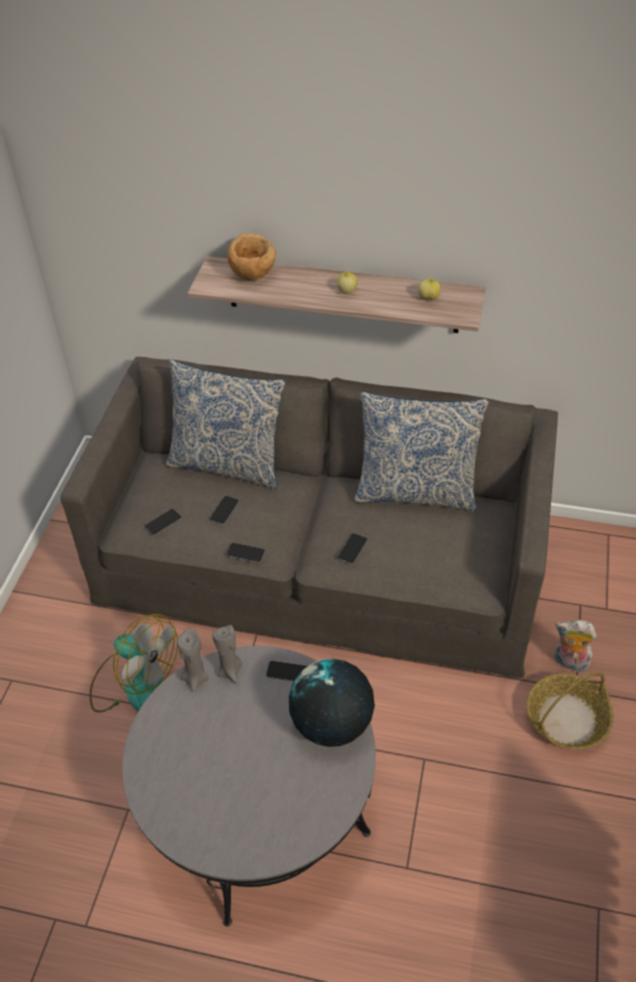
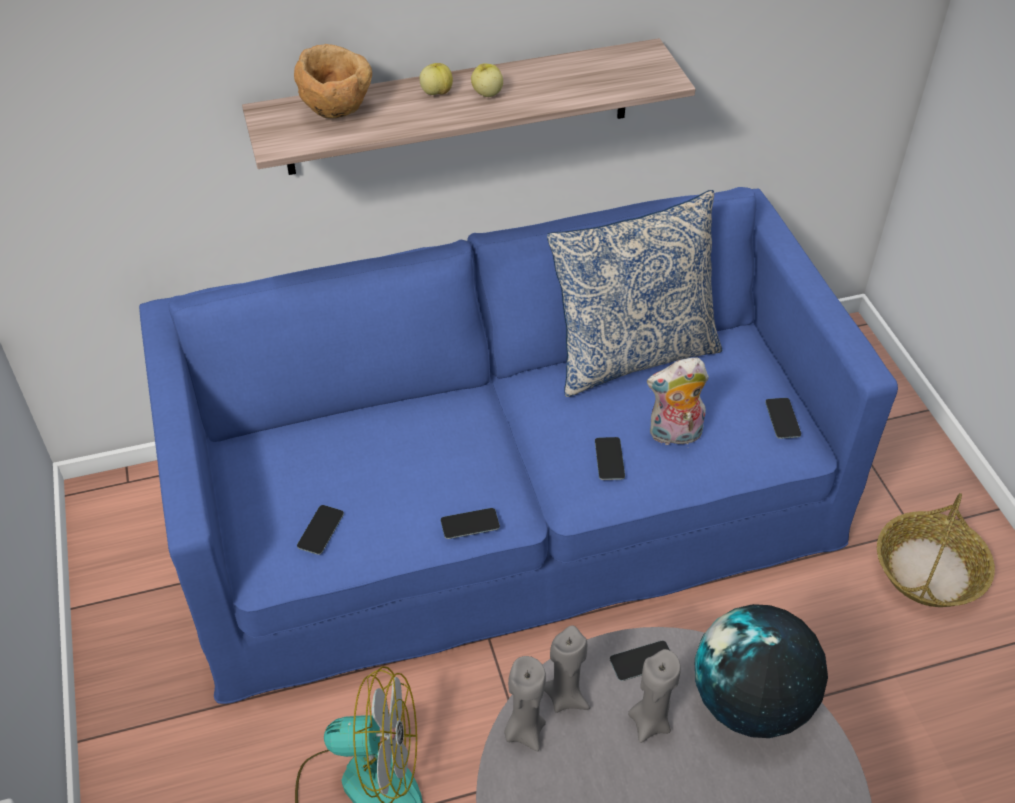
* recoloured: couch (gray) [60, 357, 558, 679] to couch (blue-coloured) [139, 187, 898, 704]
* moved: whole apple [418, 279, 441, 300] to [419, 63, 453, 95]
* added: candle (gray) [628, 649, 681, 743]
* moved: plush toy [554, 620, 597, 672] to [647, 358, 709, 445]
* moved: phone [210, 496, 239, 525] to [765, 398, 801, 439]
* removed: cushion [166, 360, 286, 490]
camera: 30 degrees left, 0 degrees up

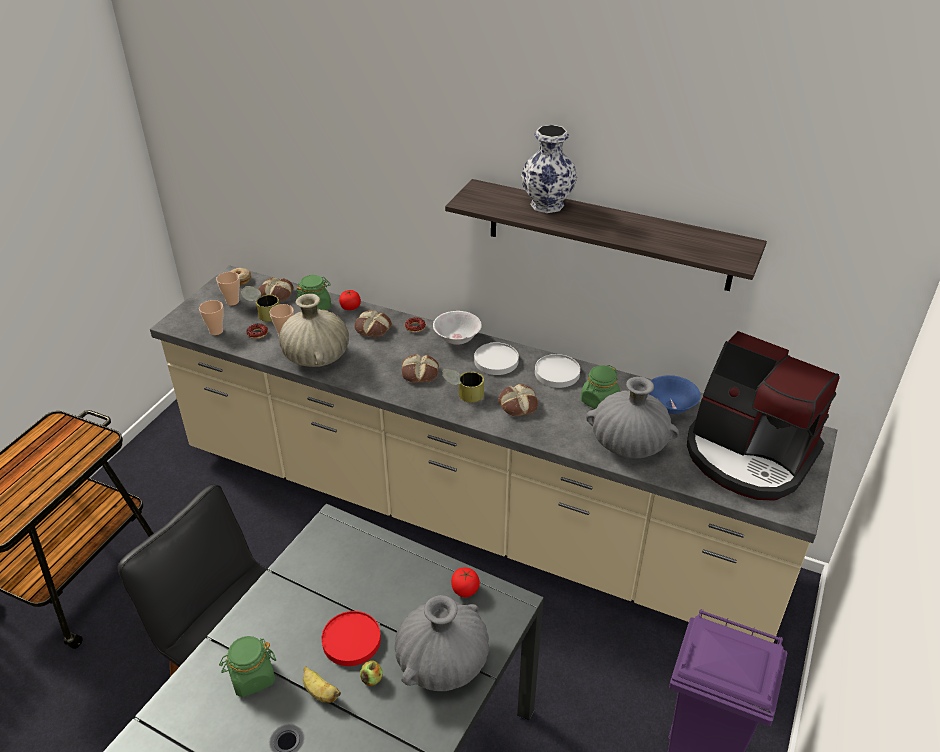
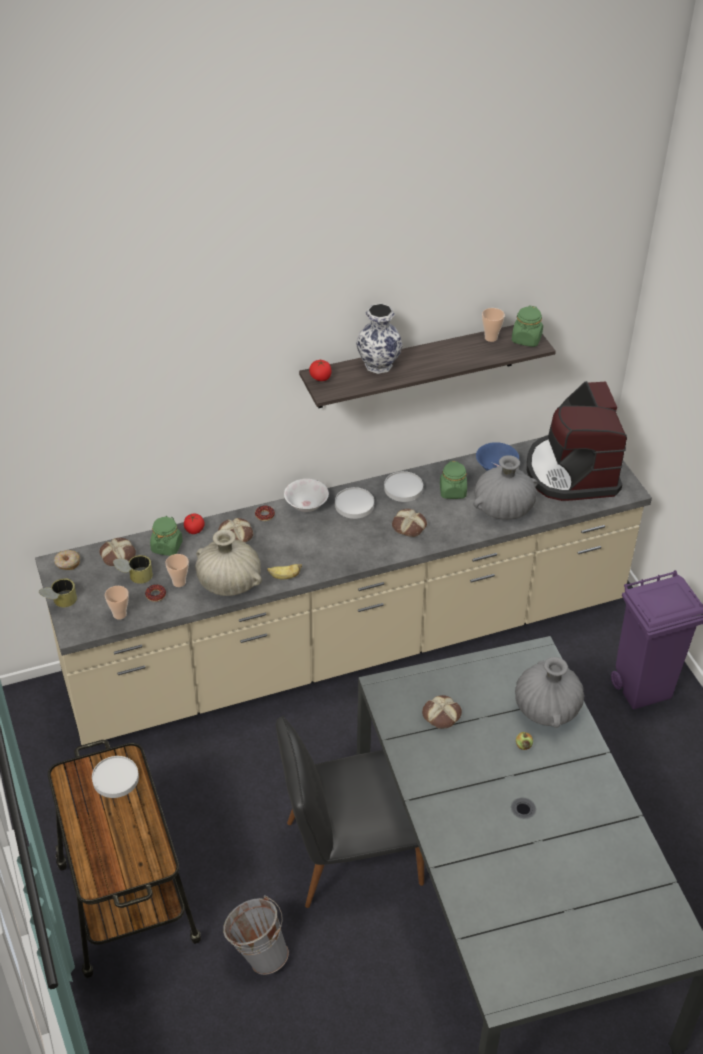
* moved: metal can [442, 369, 484, 403] to [39, 578, 77, 607]
* added: plate (white-coloured) [92, 756, 139, 798]
* added: bucket (gray) [223, 895, 289, 975]
* moved: whole banana [303, 666, 341, 703] to [267, 564, 302, 579]
* moved: whole tomato [451, 567, 480, 597] to [309, 360, 331, 381]
* moved: bakery bread [402, 354, 439, 383] to [422, 695, 462, 729]
* moved: small cup [216, 272, 240, 306] to [482, 308, 505, 342]
* moved: preserve jar (green-coloured) [219, 636, 276, 697] to [512, 305, 543, 347]
* turned: coffee brewer [687, 331, 839, 501] = [527, 381, 627, 501] 90 degrees clockwise
* removed: plate (reddish) [321, 611, 381, 666]
camera: 45 degrees left, 5 degrees up

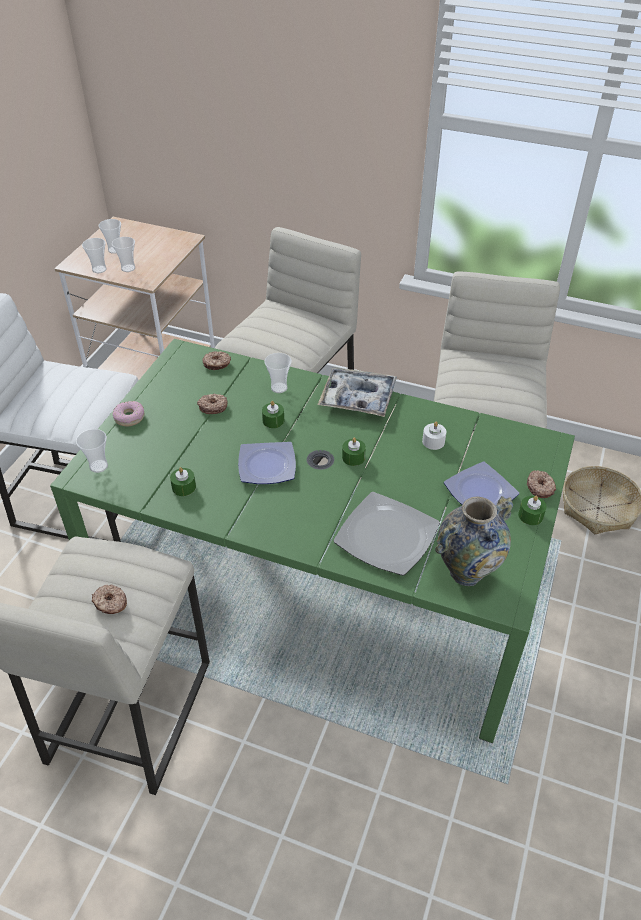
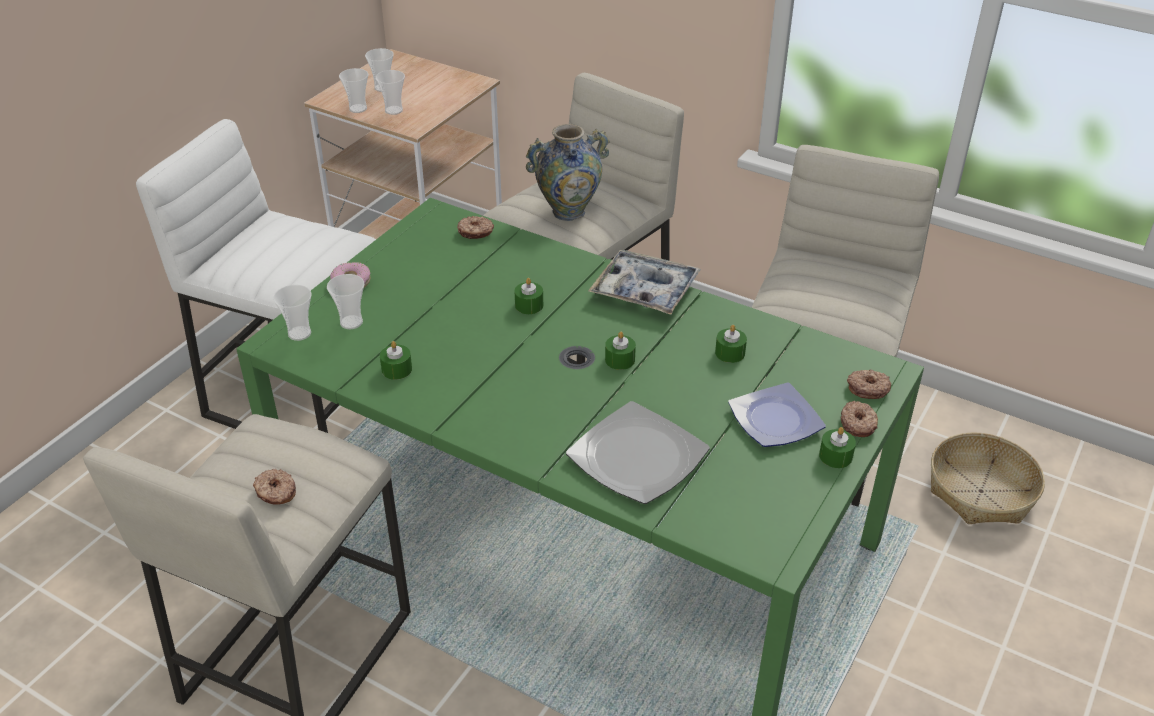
* moved: small cup [264, 353, 292, 393] to [327, 274, 364, 329]
* moved: flower vase [435, 496, 513, 586] to [526, 124, 610, 221]
* recoloured: candle (white-coloured) [422, 422, 446, 450] to candle (green-coloured) [715, 325, 747, 363]
* moved: doughnut [197, 394, 227, 414] to [847, 369, 891, 399]
* removed: plate [238, 442, 296, 484]
camera: 10 degrees right, 5 degrees down

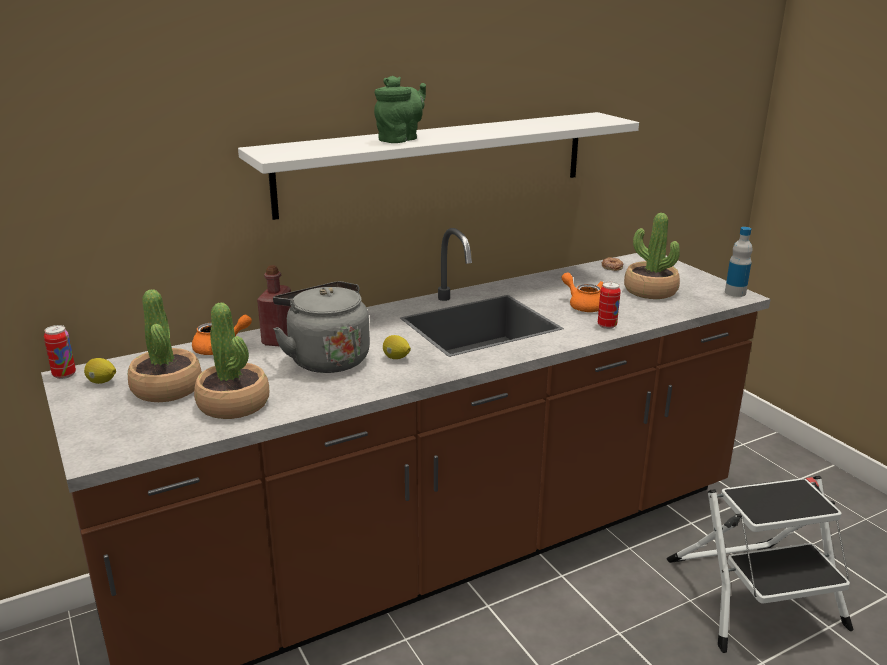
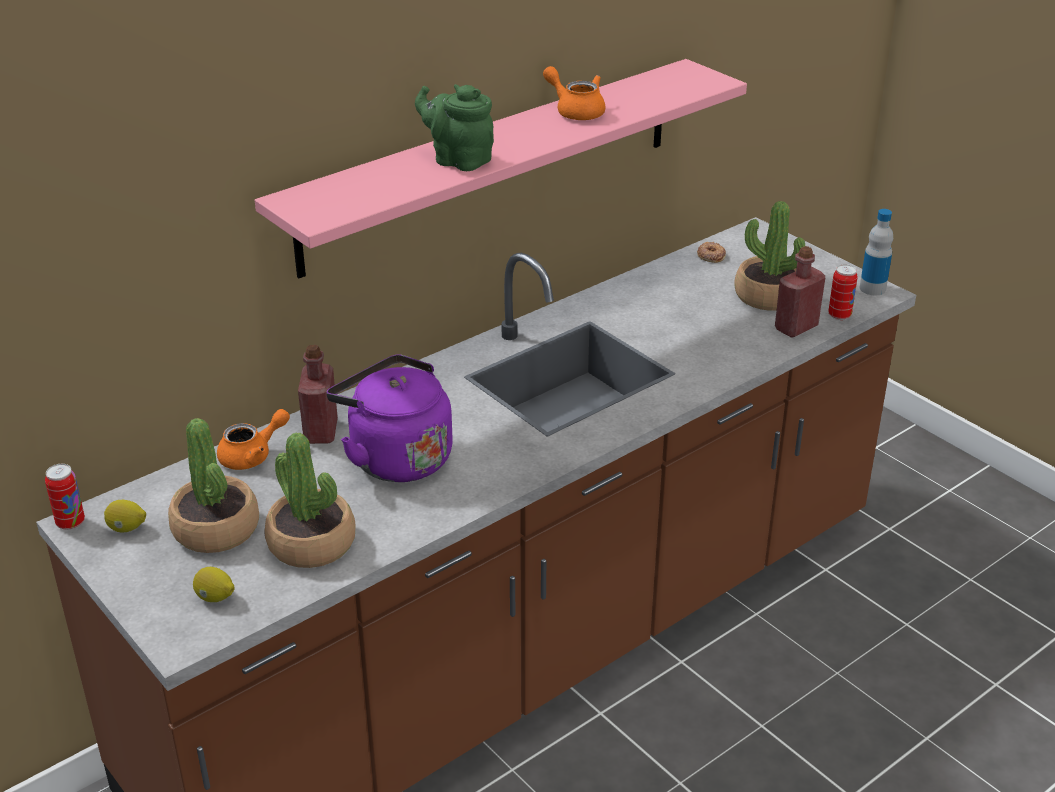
* moved: lemon [383, 335, 411, 359] to [193, 567, 234, 602]
* recoloured: bracket shelf (white-coloured) [238, 112, 639, 220] to bracket shelf (pinkish) [255, 59, 747, 278]
* recoloured: tea kettle (gray) [273, 281, 370, 373] to tea kettle (purplish) [326, 354, 453, 482]
* turned: tea pot (green-coloured) [374, 76, 426, 143] = [415, 84, 494, 171] 90 degrees counterclockwise
* moved: tea pot (orange-coloured) [561, 273, 603, 312] to [543, 66, 605, 120]
* added: beverage bottle (reddish) [775, 246, 825, 338]
* moved: metal can [598, 282, 621, 329] to [828, 264, 858, 320]
* removed: stepladder [666, 476, 853, 653]
camera: 10 degrees left, 10 degrees up

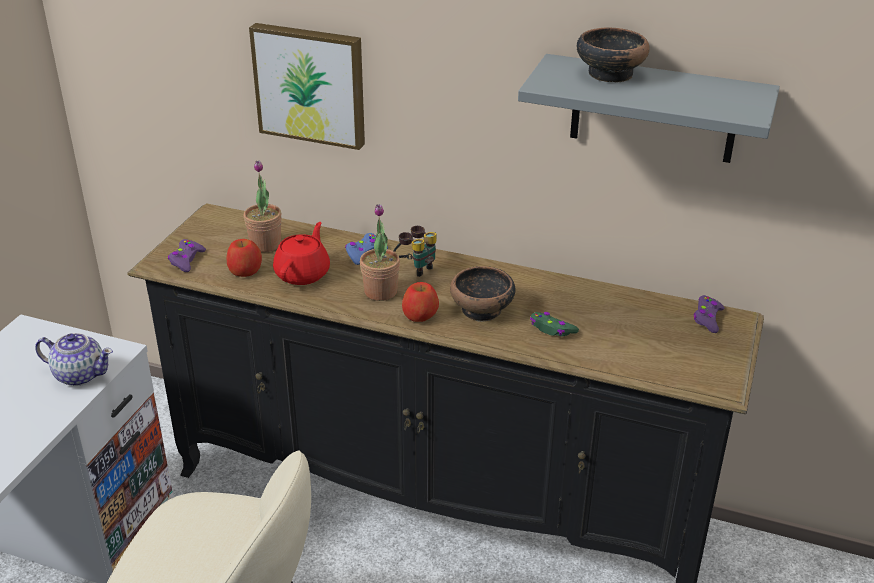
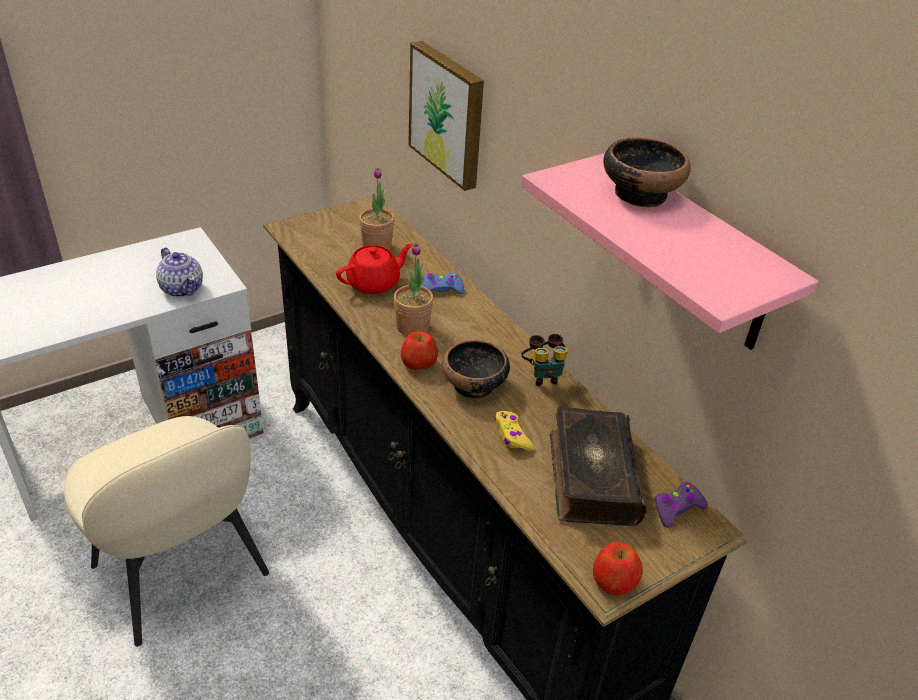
* recoloured: game controller (green-coloured) [530, 312, 579, 337] to game controller (yellow-coloured) [494, 411, 534, 451]
* recoloured: bracket shelf (gray) [518, 54, 780, 163] to bracket shelf (pinkish) [521, 153, 819, 350]
* moved: pair of binoculars [393, 226, 437, 277] to [521, 334, 568, 386]
* added: volume [550, 406, 646, 526]
* moved: whole apple [227, 239, 262, 277] to [593, 542, 643, 596]
* removed: game controller (purplish) [168, 239, 206, 272]
camera: 35 degrees right, 5 degrees up

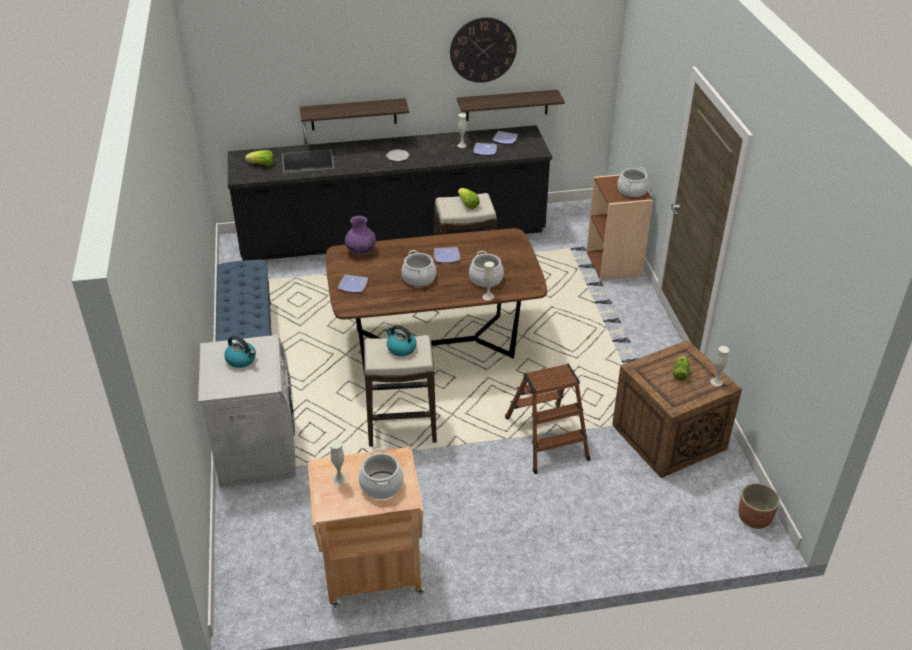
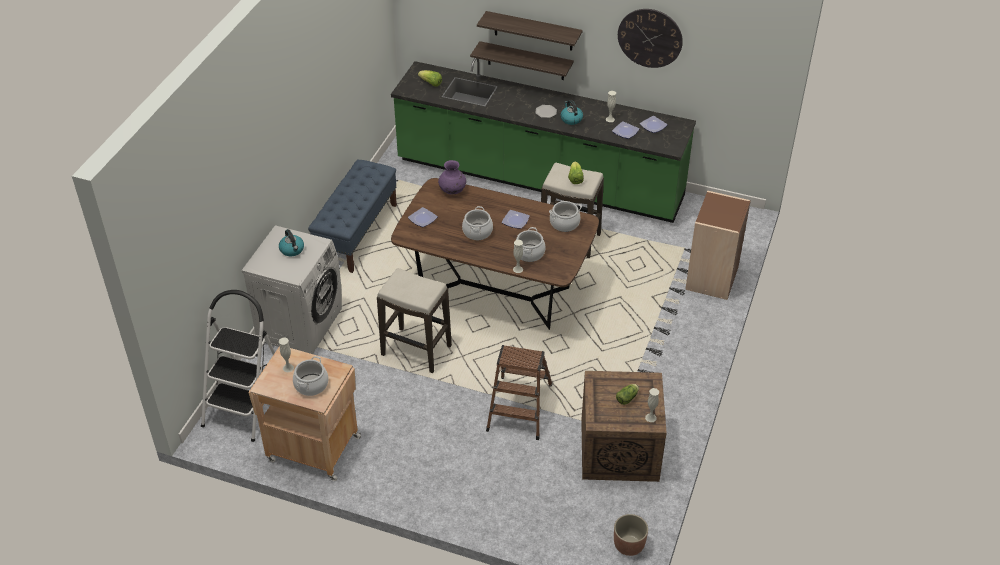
* added: stepladder [201, 290, 275, 442]
* recoloured: counter (blackish) [228, 122, 552, 261] to counter (green-coloured) [391, 58, 696, 223]
* moved: bracket shelf [457, 90, 565, 121] to [477, 11, 583, 51]
* moved: cooking pot [617, 167, 649, 198] to [549, 201, 582, 232]
* moved: tea kettle [385, 325, 417, 356] to [561, 100, 583, 125]
camera: 30 degrees right, 5 degrees up

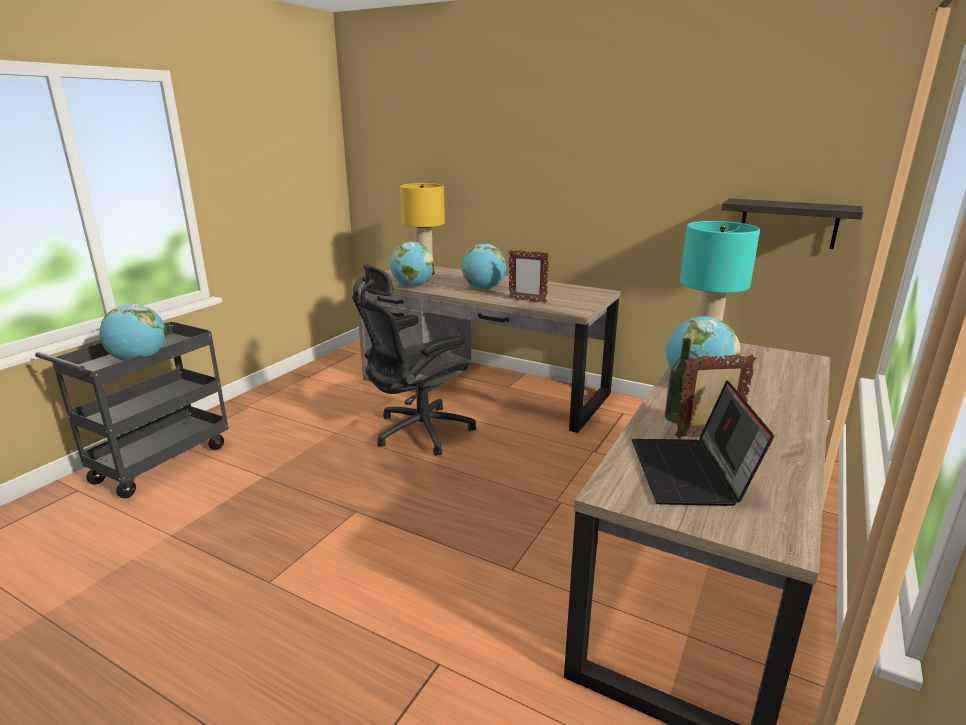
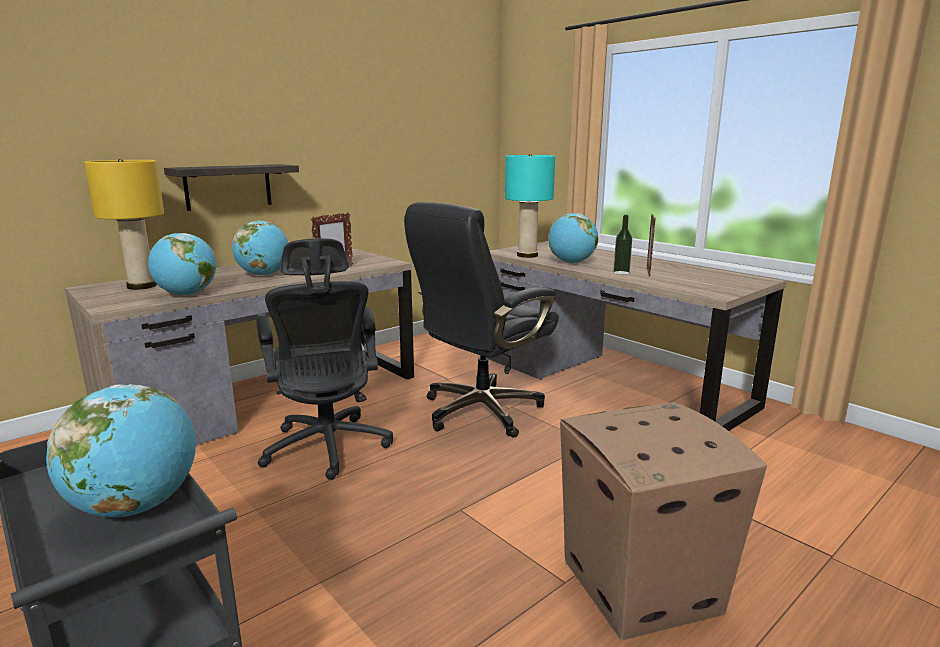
* moved: bracket shelf [722, 198, 863, 249] to [164, 164, 299, 211]
* added: computer chair (blackish) [404, 202, 559, 438]
* added: cardboard box [560, 402, 767, 641]
* removed: notebook computer [631, 380, 774, 506]
camera: 70 degrees left, 5 degrees down

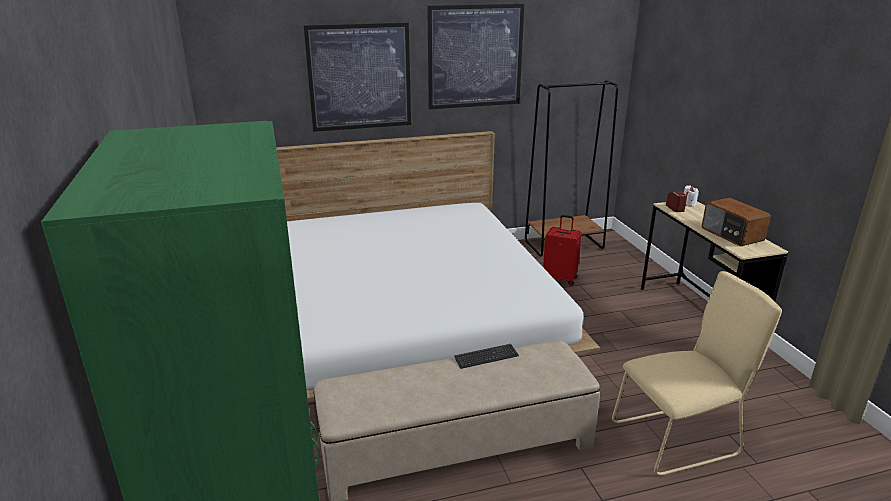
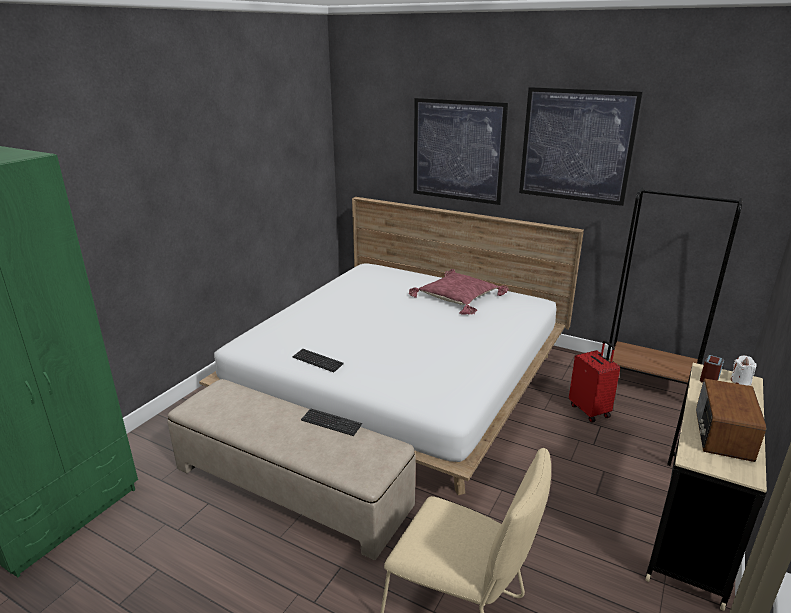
* added: computer keyboard [292, 349, 344, 372]
* added: cushion (reddish) [408, 269, 509, 315]
camera: 45 degrees right, 0 degrees up

